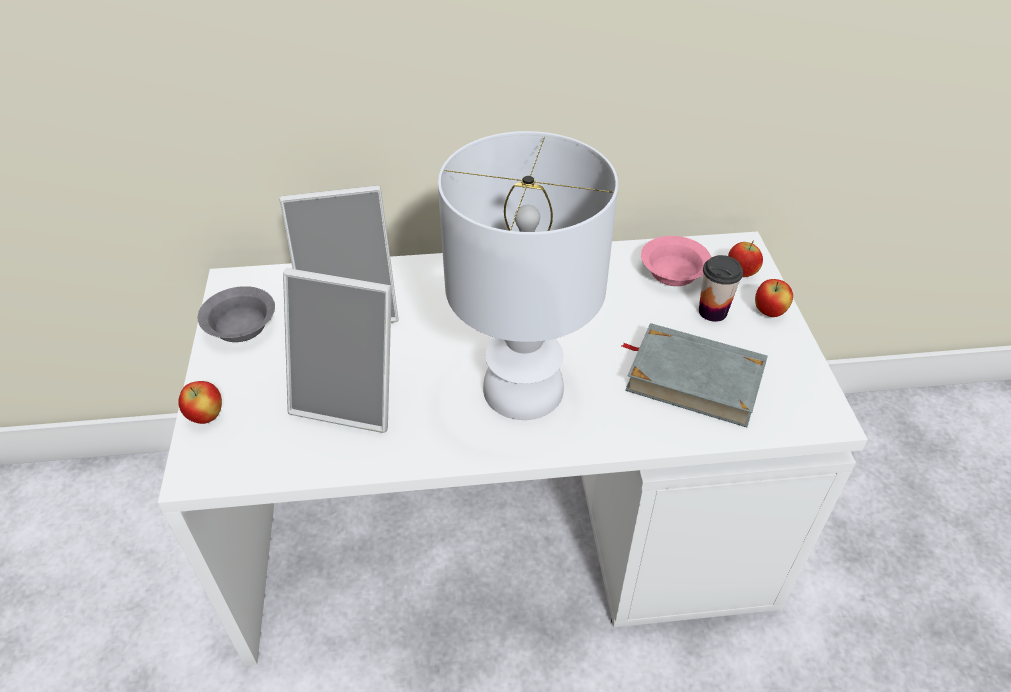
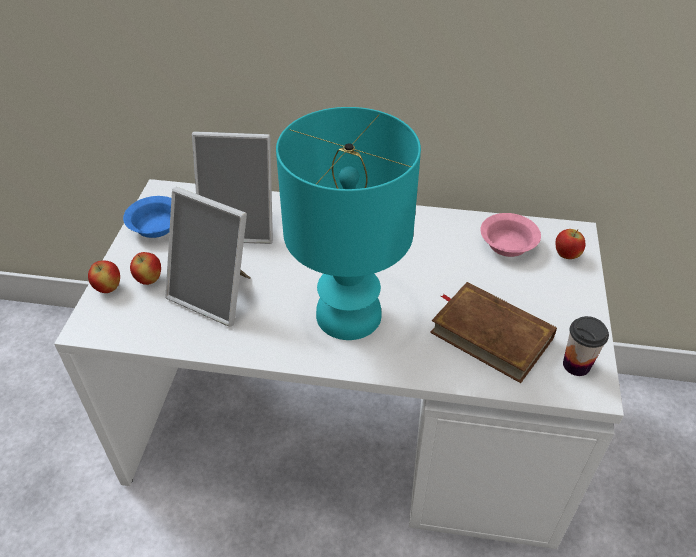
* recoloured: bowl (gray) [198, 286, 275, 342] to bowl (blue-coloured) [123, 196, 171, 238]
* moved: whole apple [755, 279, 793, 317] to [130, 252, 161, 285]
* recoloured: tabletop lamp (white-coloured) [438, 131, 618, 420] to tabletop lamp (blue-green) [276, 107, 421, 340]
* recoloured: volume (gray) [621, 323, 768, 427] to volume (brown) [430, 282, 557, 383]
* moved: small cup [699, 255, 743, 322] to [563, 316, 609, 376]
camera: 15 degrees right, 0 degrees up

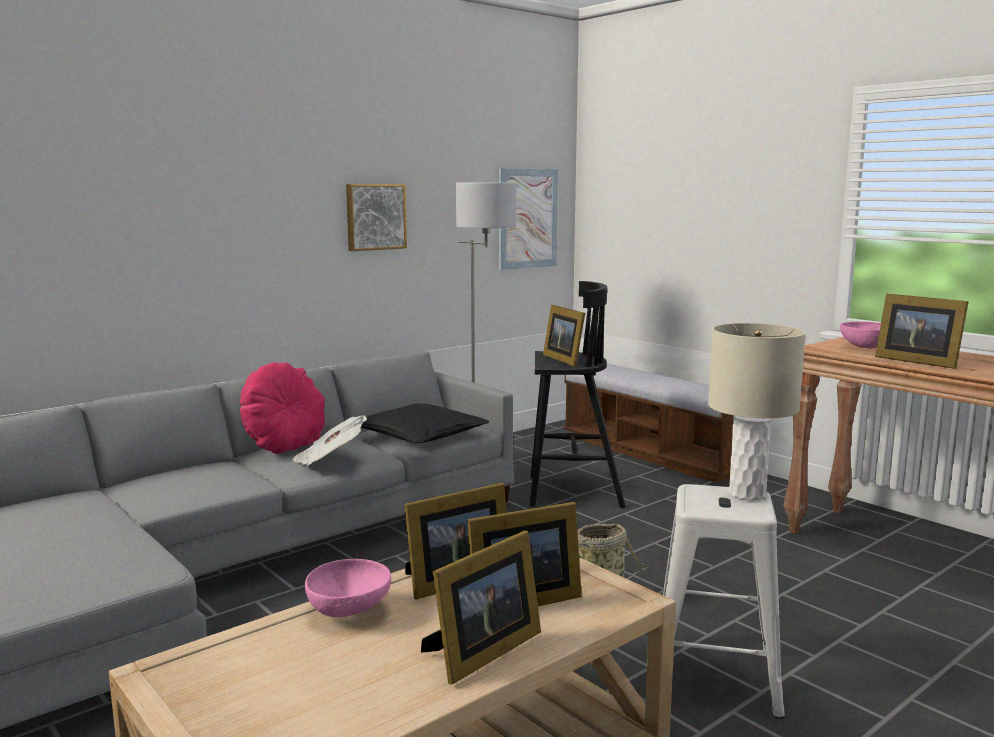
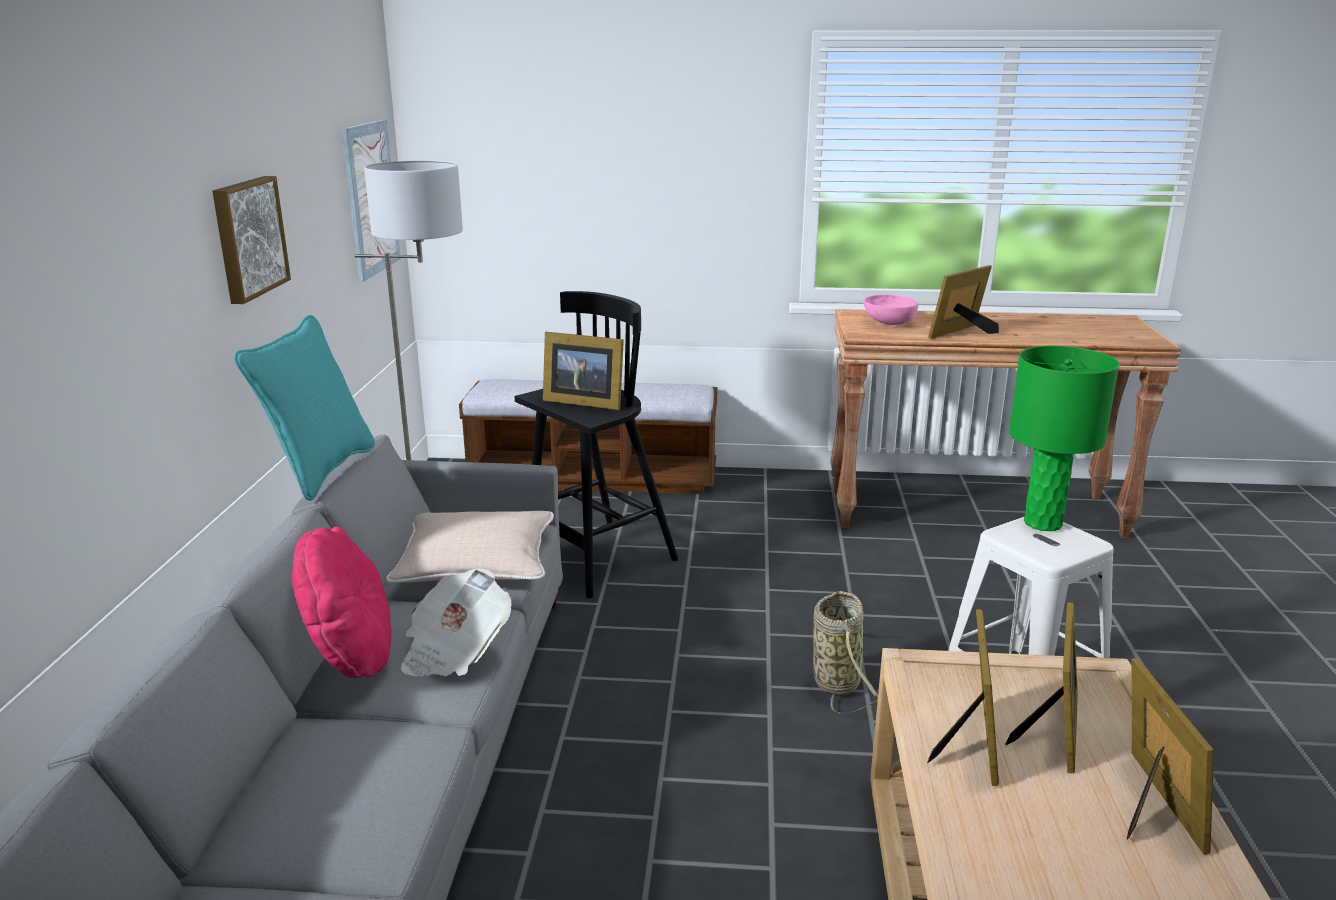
* added: cushion (blue-green) [234, 315, 375, 500]
* recoloured: cushion (blackish) [361, 403, 489, 443] to cushion (sand-coloured) [386, 511, 554, 583]
* turned: picture frame [875, 293, 969, 369] = [928, 265, 999, 339] 135 degrees clockwise
* recoloured: tabletop lamp (sand-coloured) [708, 323, 806, 501] to tabletop lamp (green-coloured) [1009, 346, 1120, 531]
* removed: bowl (pinkish) [305, 559, 391, 617]
camera: 45 degrees left, 10 degrees up

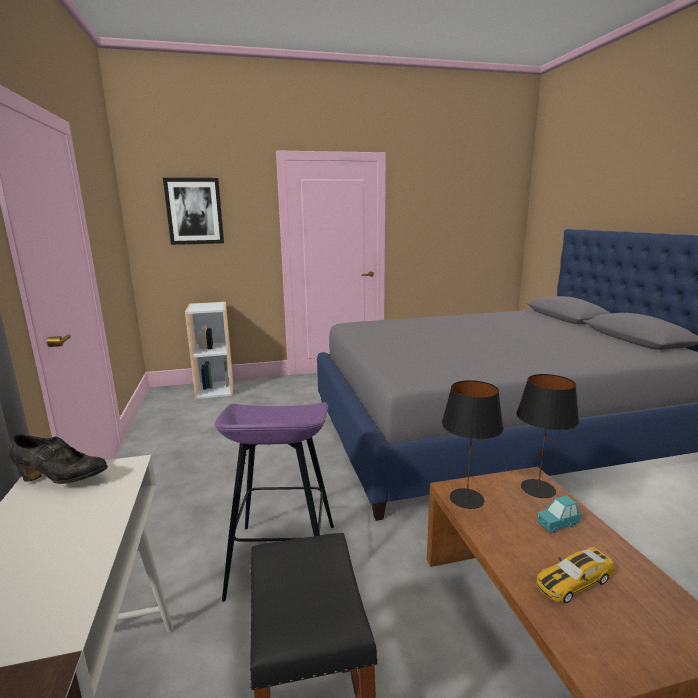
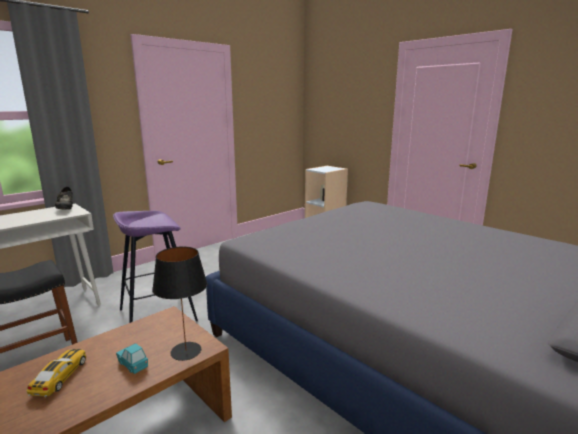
* turned: toy car [536, 547, 616, 603] = [27, 349, 86, 397] 60 degrees clockwise
* removed: picture [163, 178, 224, 245]
* removed: tabletop lamp (blackish) [442, 380, 504, 509]
camera: 60 degrees right, 0 degrees up

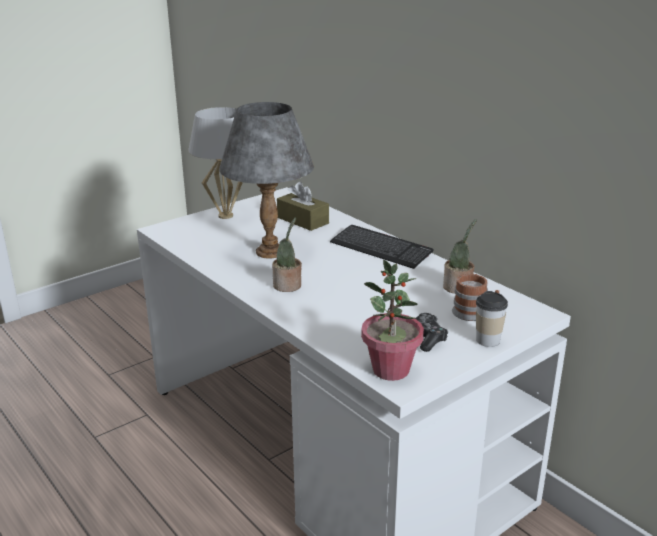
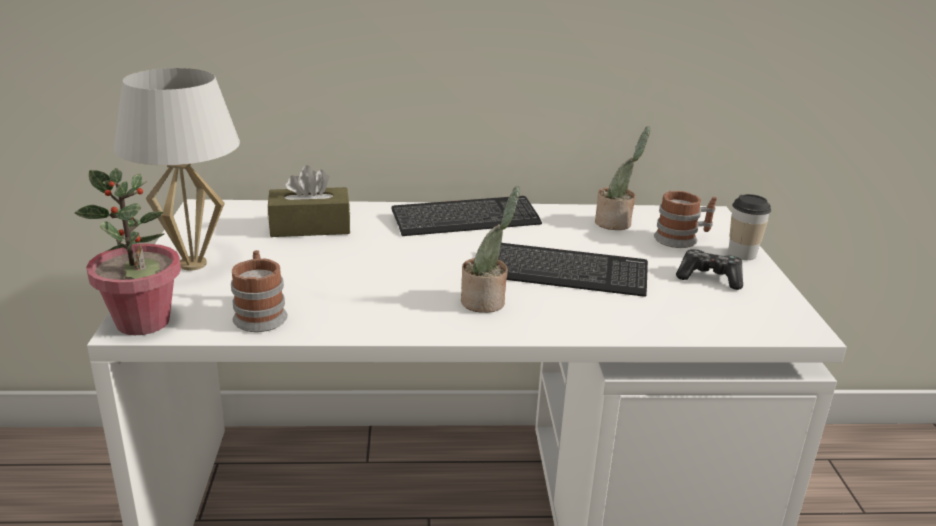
* moved: potted plant [361, 259, 424, 381] to [75, 168, 181, 335]
* added: tea mug [231, 250, 288, 332]
* added: computer keyboard [498, 243, 648, 297]
* removed: tabletop lamp (gray) [219, 102, 314, 259]
camera: 55 degrees left, 0 degrees up

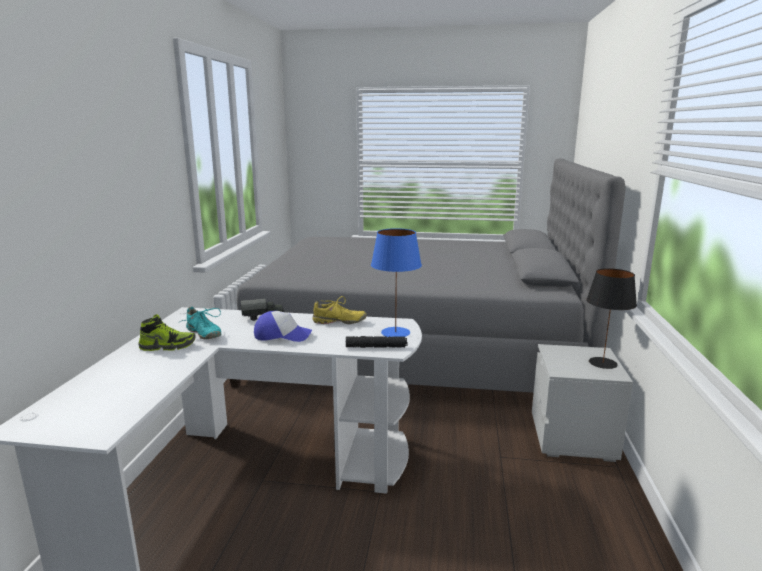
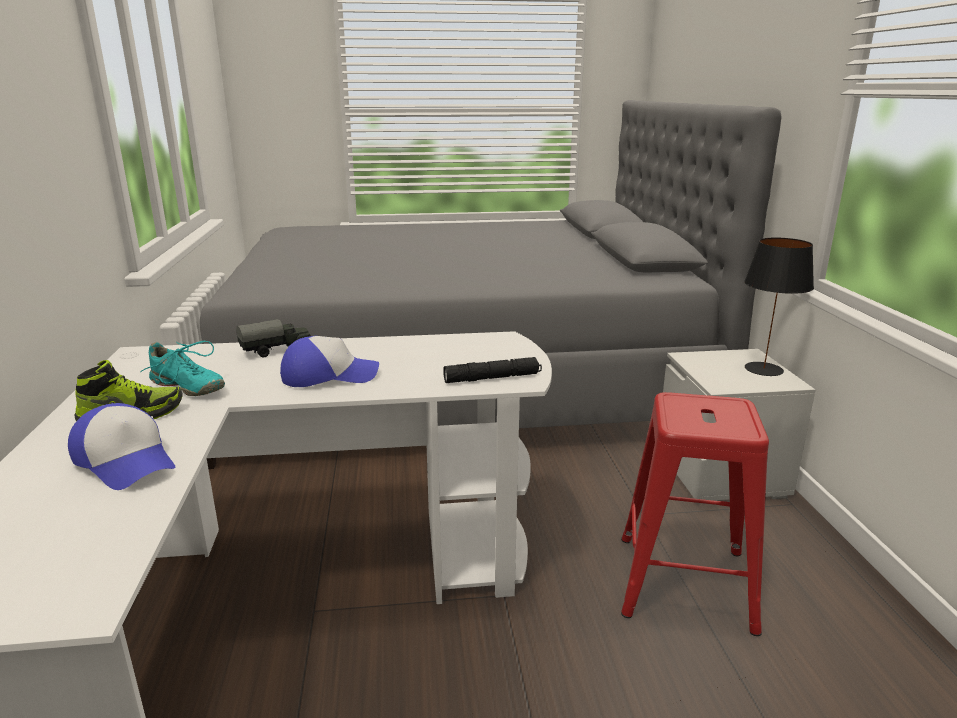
* added: cap [68, 403, 176, 490]
* added: stool seat (reddish) [621, 392, 769, 636]
* removed: low shoe (yellow-coloured) [312, 296, 367, 324]
* removed: tabletop lamp (blue-coloured) [371, 228, 422, 337]
camera: 15 degrees left, 5 degrees up

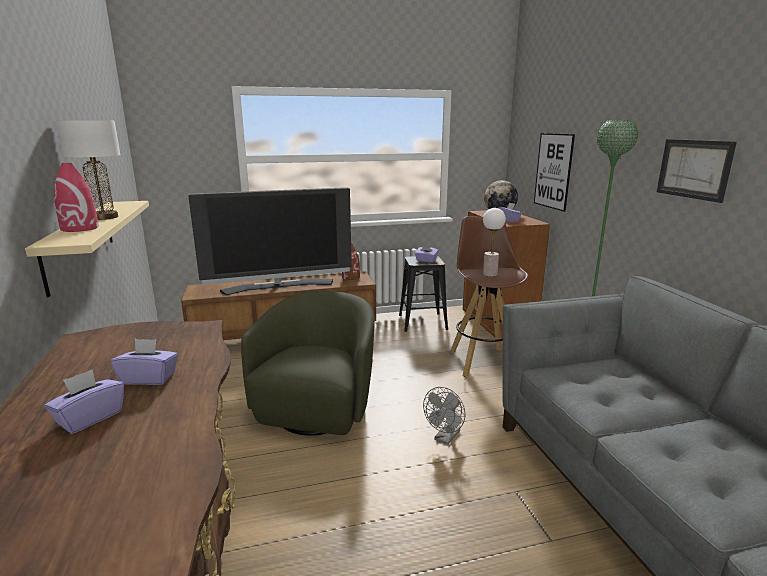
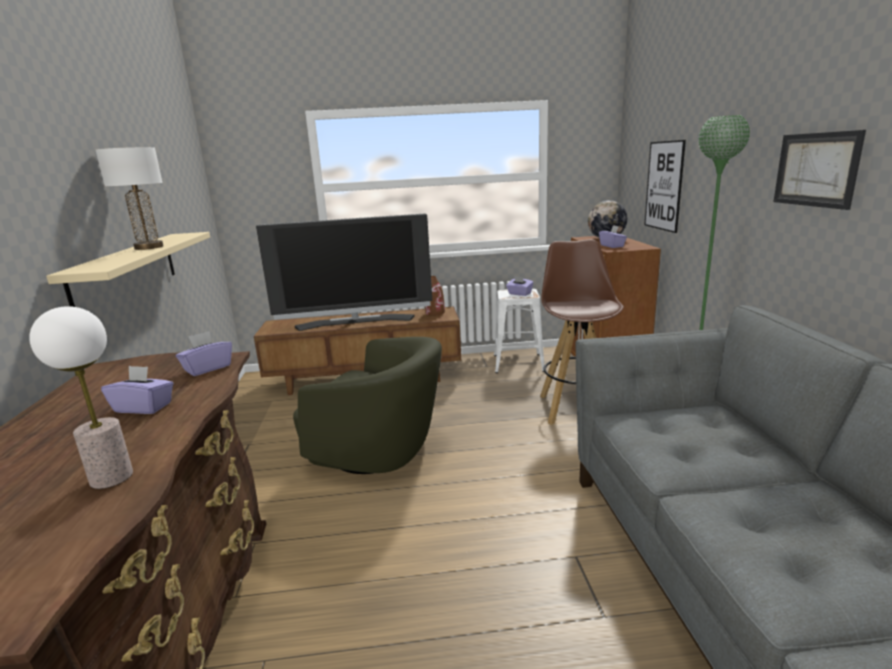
* moved: tabletop lamp [483, 208, 506, 277] to [29, 306, 133, 489]
* moved: tissue box (purplish) [45, 370, 124, 434] to [176, 331, 232, 376]
* turned: lounge chair (green-coloured) [241, 291, 375, 436] = [293, 337, 442, 474] 90 degrees clockwise
* recoloured: stool seat (blackish) [399, 256, 448, 332] to stool seat (white-coloured) [494, 289, 545, 373]
* removed: flower vase (reddish) [54, 163, 99, 232]
* removed: fan (gray) [423, 387, 466, 445]
camera: 10 degrees right, 0 degrees up

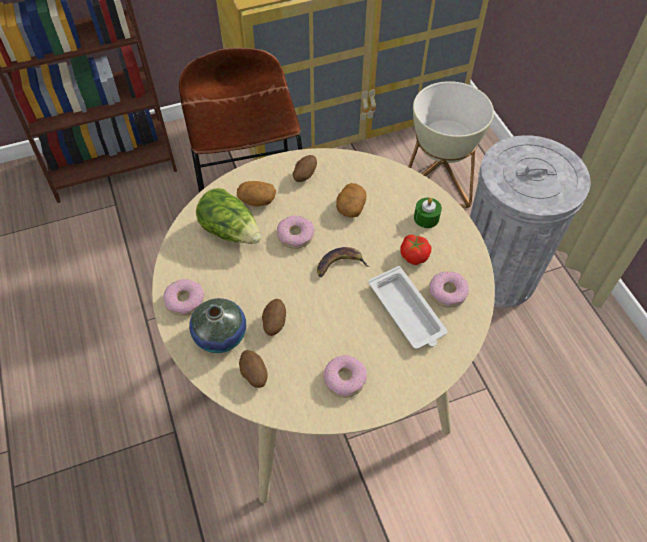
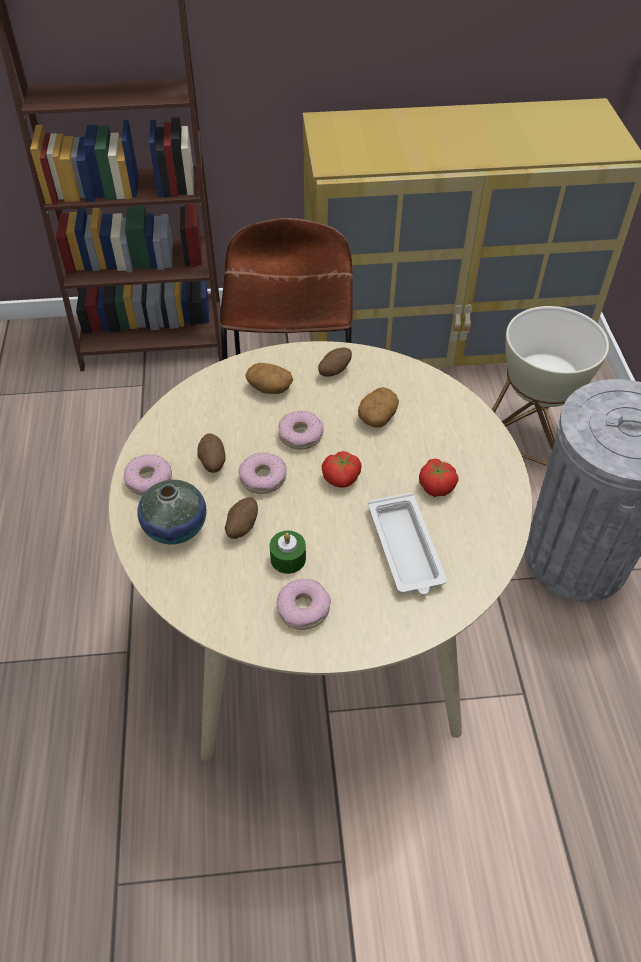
* moved: spud [239, 350, 268, 388] to [197, 433, 226, 473]
* moved: doughnut [429, 271, 469, 307] to [238, 452, 287, 494]
* moved: candle (green-coloured) [414, 198, 442, 228] to [269, 531, 306, 574]
* replaced: whole banana [317, 247, 369, 277] to whole tomato [322, 451, 362, 488]
* removed: lettuce [196, 188, 261, 244]
camera: 15 degrees right, 5 degrees down

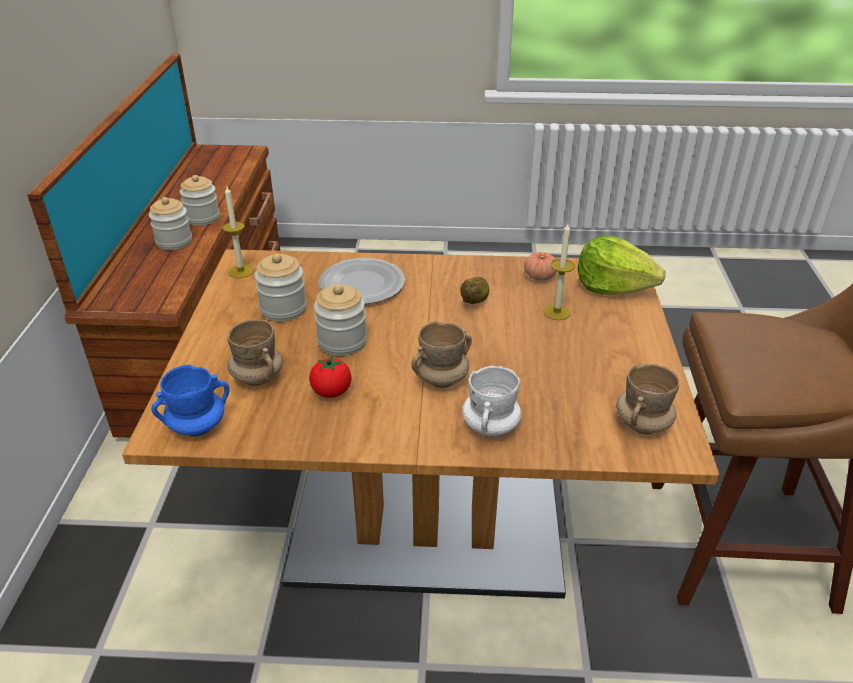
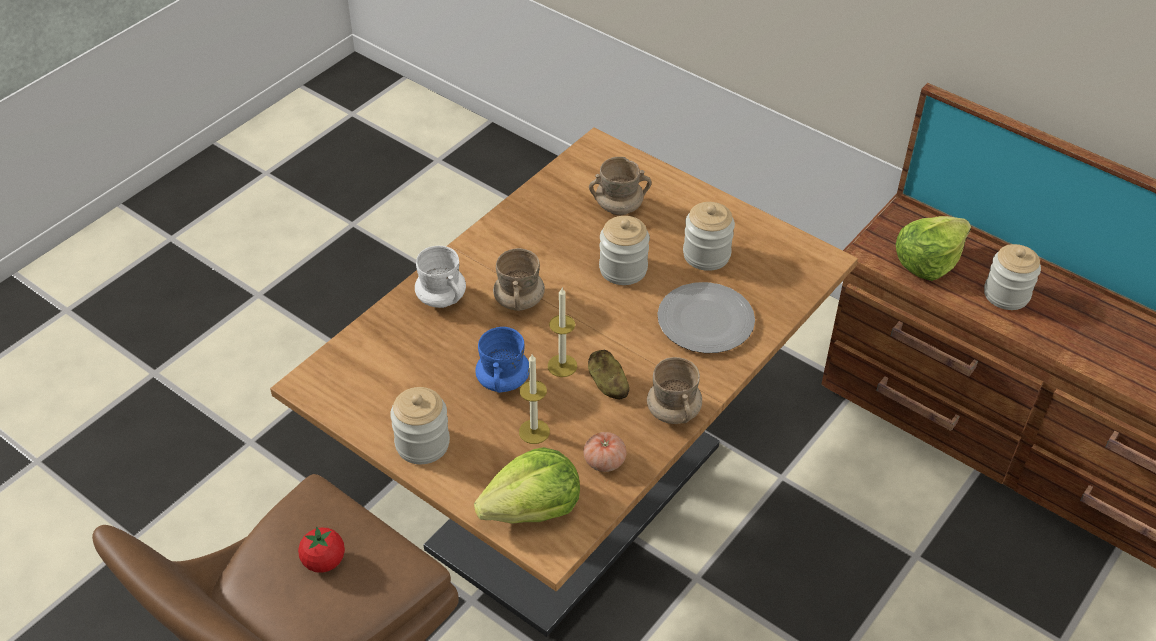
* moved: whole tomato [309, 354, 352, 398] to [298, 526, 345, 573]
* moved: preserve jar [180, 175, 220, 226] to [390, 387, 450, 464]
* moved: tea mug (blue-coloured) [151, 365, 230, 436] to [475, 327, 529, 393]
* moved: candle [222, 186, 254, 278] to [548, 288, 577, 377]
* moved: tea mug (sand-coloured) [616, 364, 680, 434] to [647, 357, 702, 424]
* added: lettuce [896, 216, 971, 281]
camera: 125 degrees right, 10 degrees up

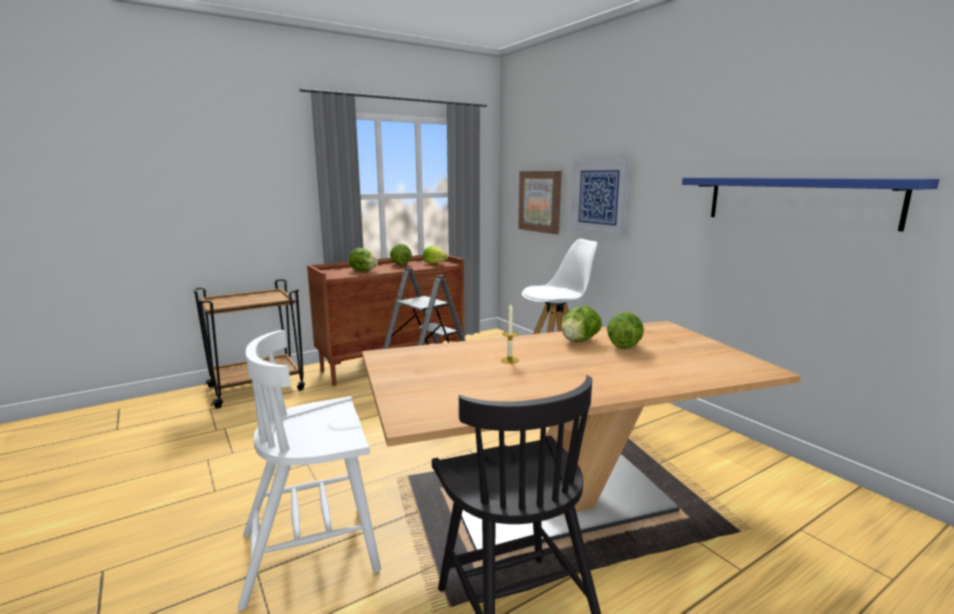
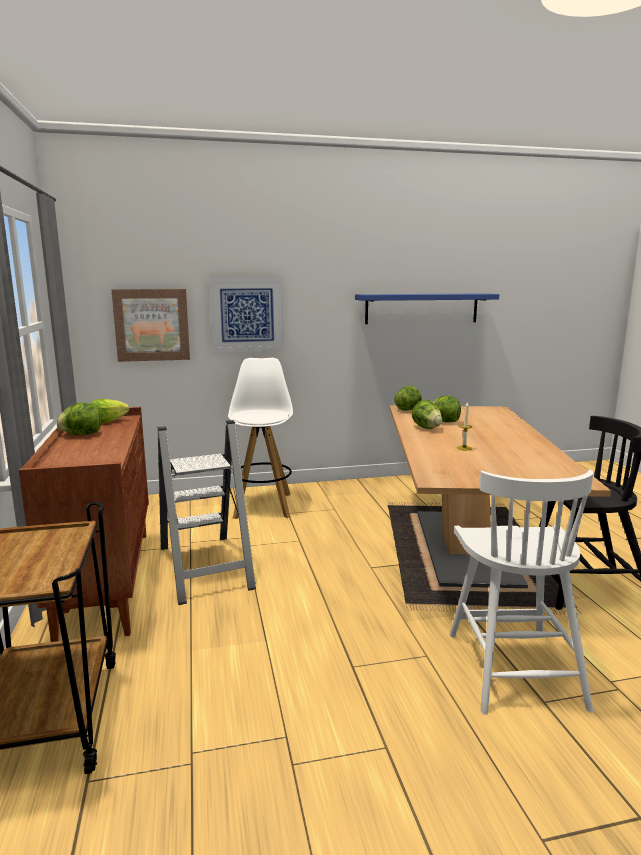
* moved: lettuce [349, 248, 378, 271] to [394, 386, 422, 411]
camera: 70 degrees left, 0 degrees up

